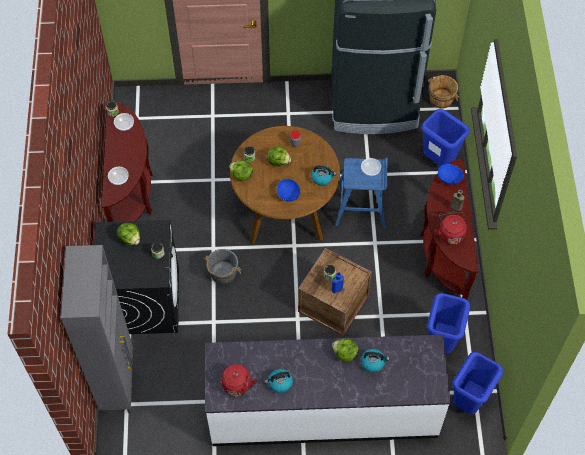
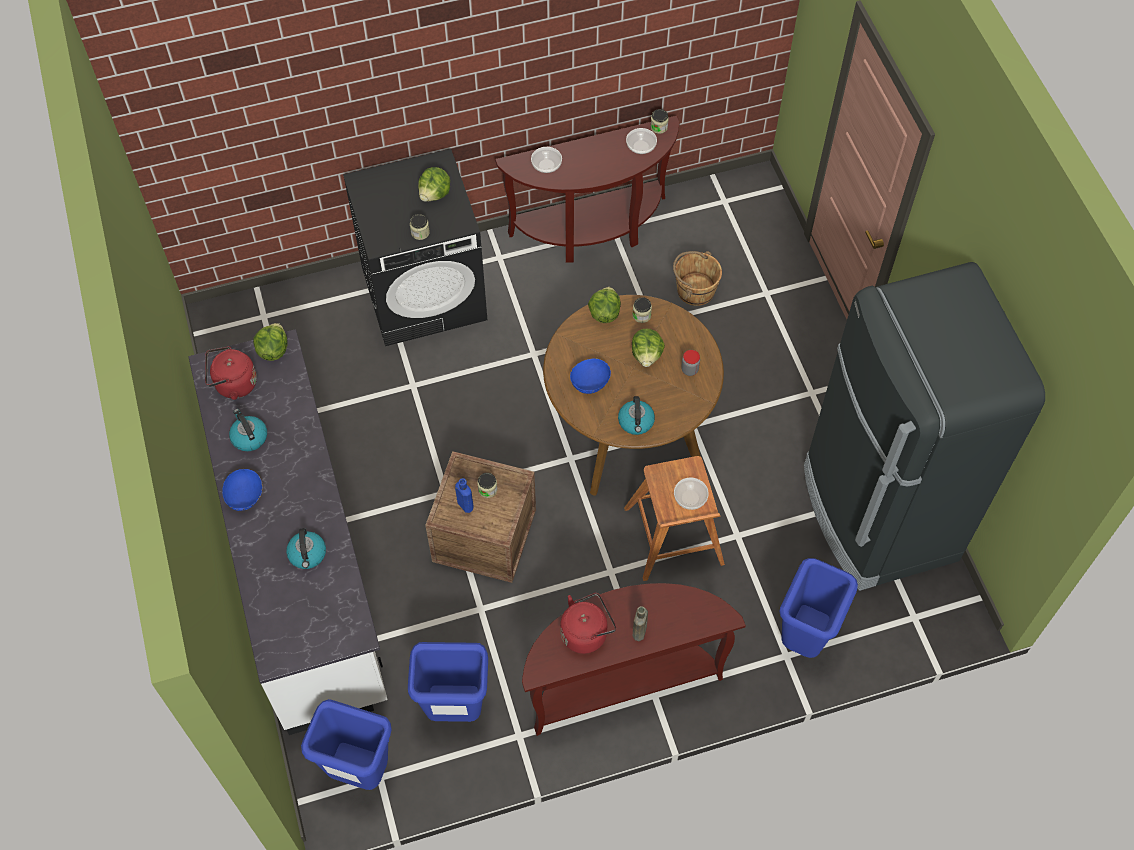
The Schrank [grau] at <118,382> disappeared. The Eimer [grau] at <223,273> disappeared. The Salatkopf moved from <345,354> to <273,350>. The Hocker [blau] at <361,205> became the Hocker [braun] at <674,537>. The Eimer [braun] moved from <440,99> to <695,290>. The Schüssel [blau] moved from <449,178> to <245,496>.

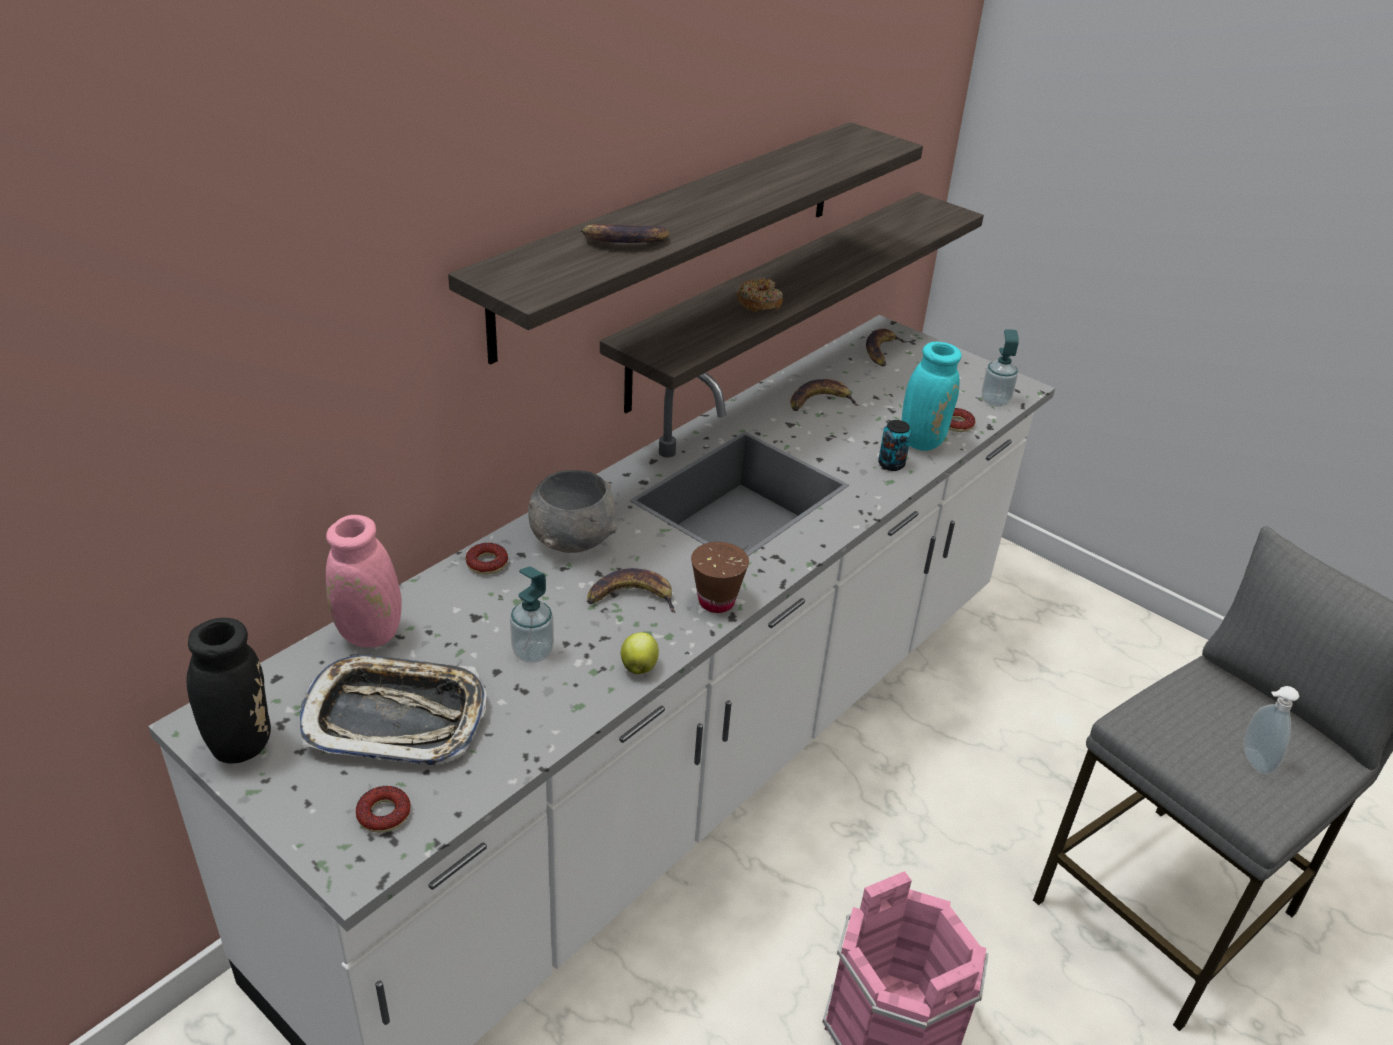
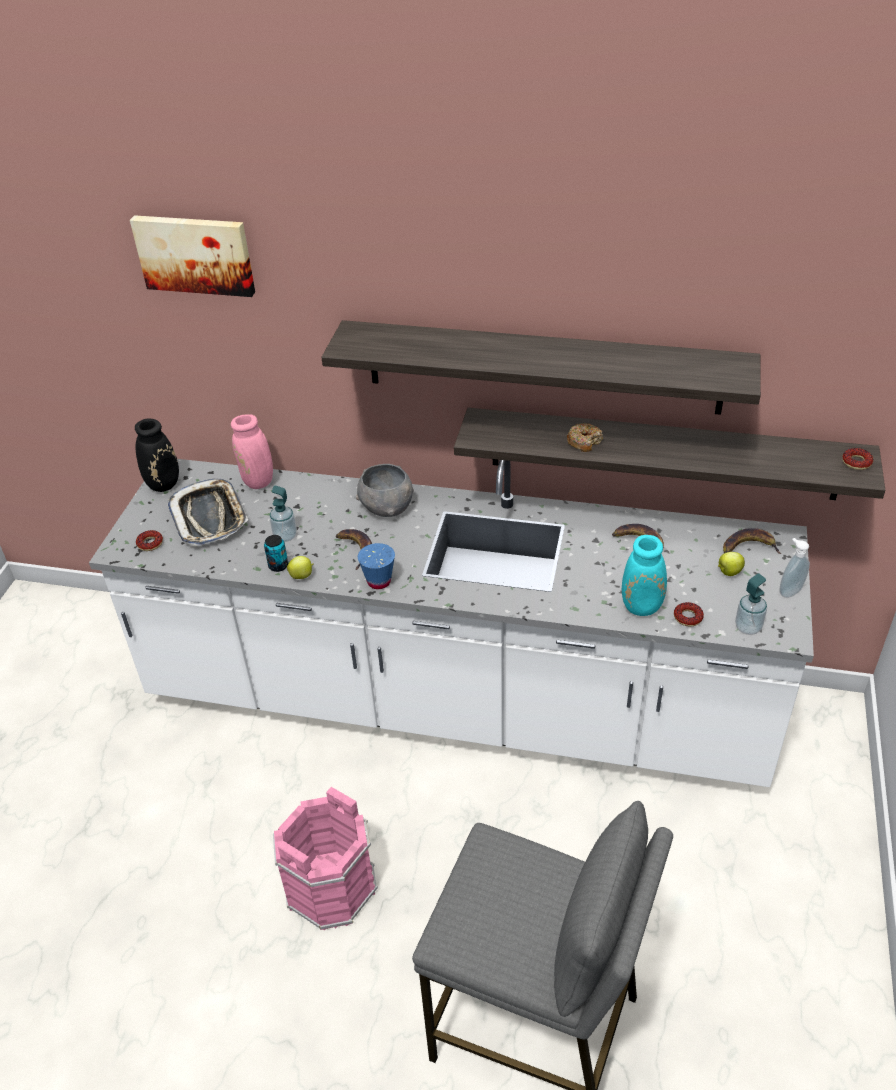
The Donut moved from <487,563> to <856,462>. The Banane at <623,242> disappeared. The Tasse [braun] at <716,601> became the Tasse [blau] at <379,581>. The Dose moved from <891,464> to <278,566>. The Seifenspender moved from <1252,761> to <789,591>. The Bild at <195,254> appeared. The Apfel at <728,572> appeared.

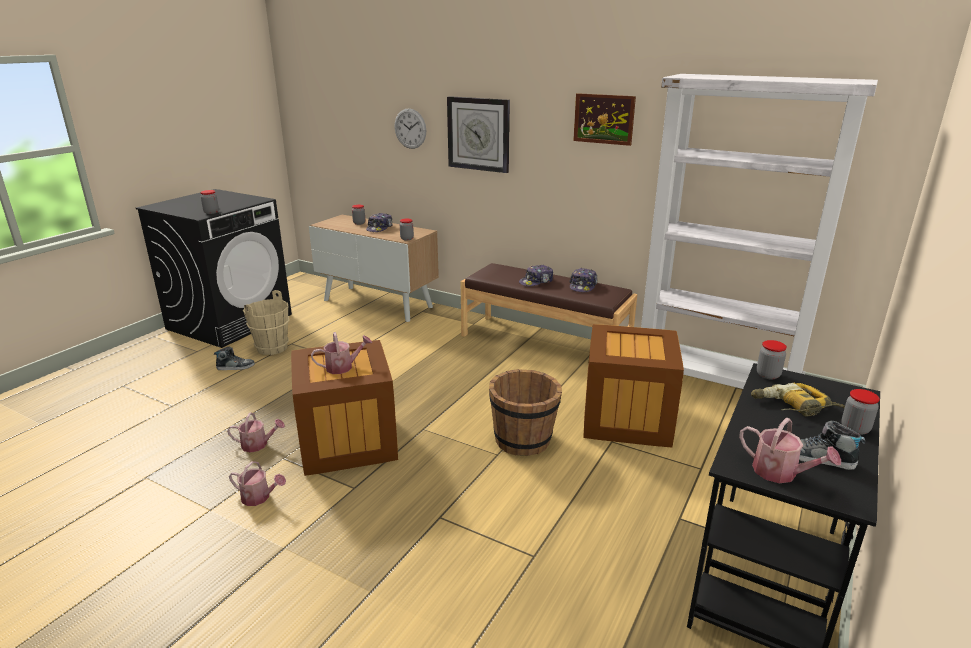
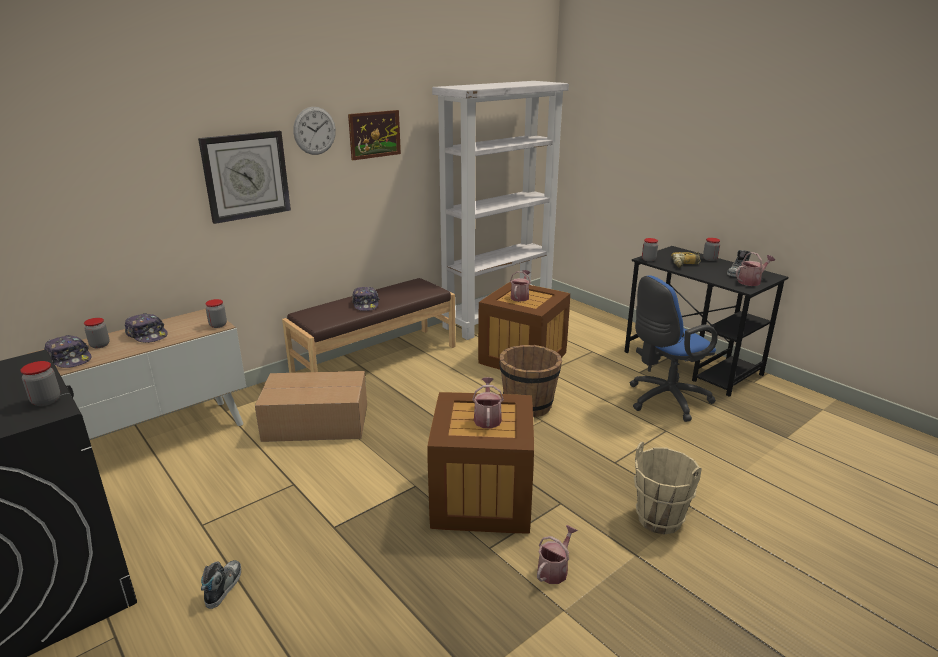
The Gießkanne moved from <258,445> to <520,296>. The Eimer [beige] moved from <272,348> to <659,519>. The Wanduhr moved from <410,128> to <314,131>. The Kappe moved from <583,286> to <70,359>. The Karton at <315,422> appeared. The Bürostuhl [blau] at <664,400> appeared.

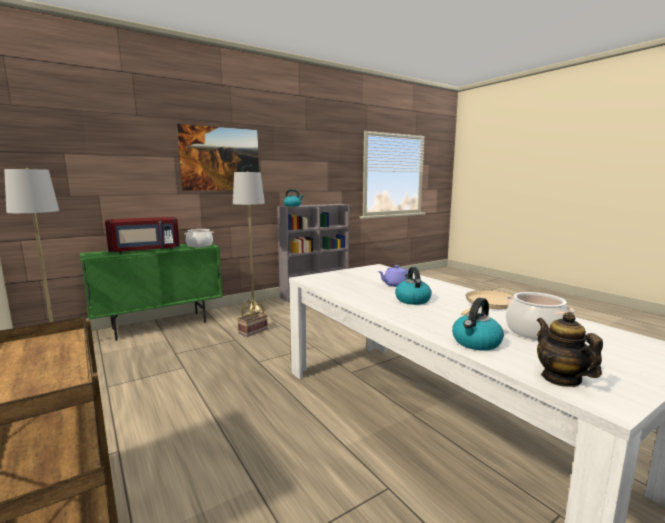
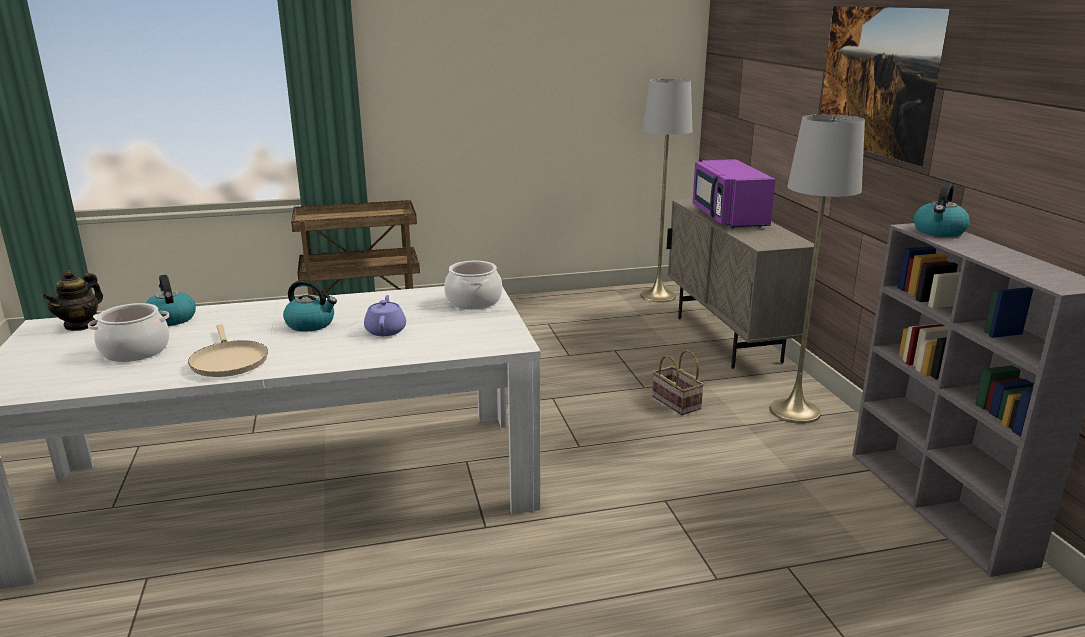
The Schrank [grün] at <160,325> became the Schrank [beige] at <727,339>. The Mikrowelle [rot] at <145,250> became the Mikrowelle [lila] at <728,217>. The Kochtopf moved from <200,245> to <474,301>. The Teekanne at <561,378> turned 105 degrees clockwise.

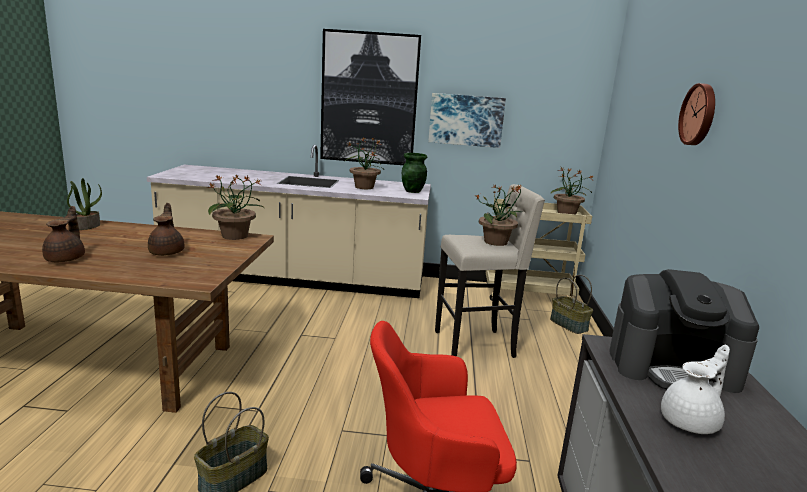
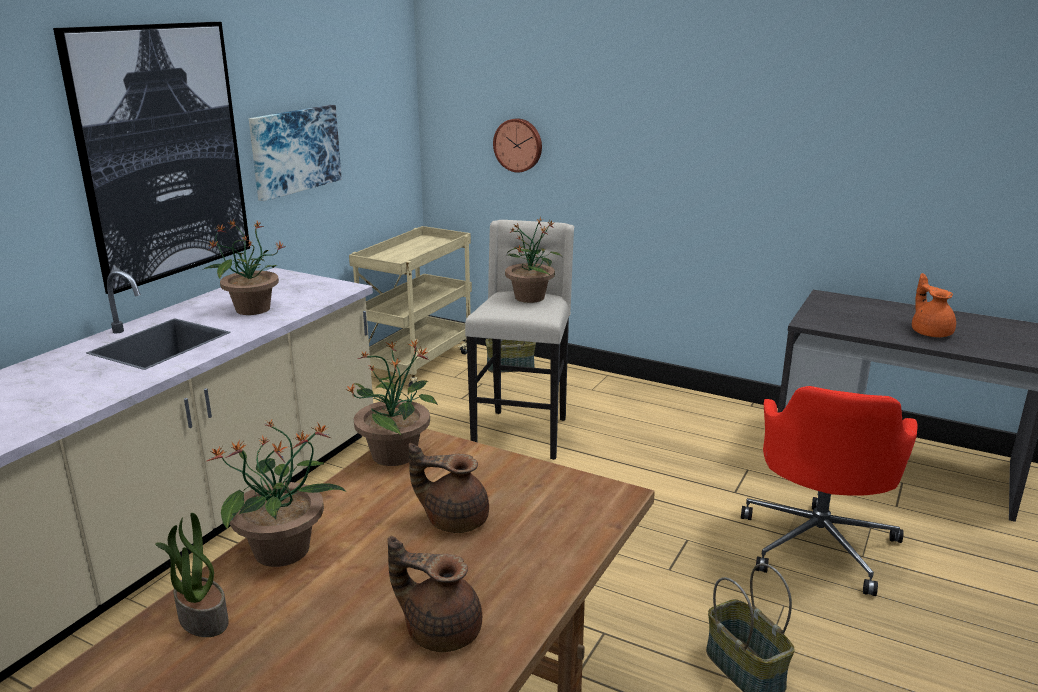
The Vase [grün] at <413,191> disappeared. The Topfpflanze moved from <567,214> to <284,550>. The Kaffeemaschine at <672,367> disappeared. The Teekanne [weiß] at <691,422> became the Teekanne [orange] at <930,332>. The Wanduhr moved from <699,115> to <518,145>.

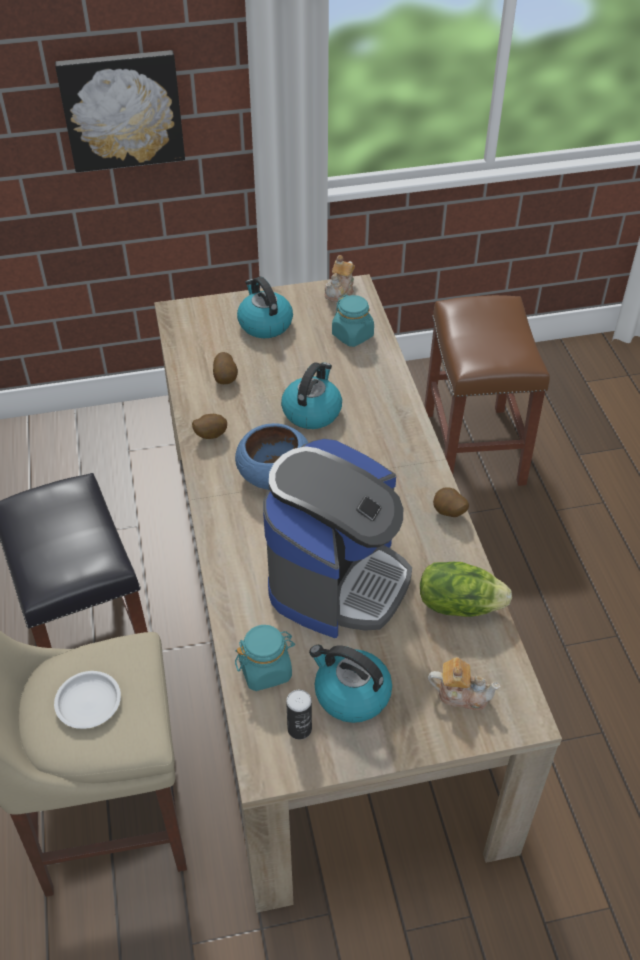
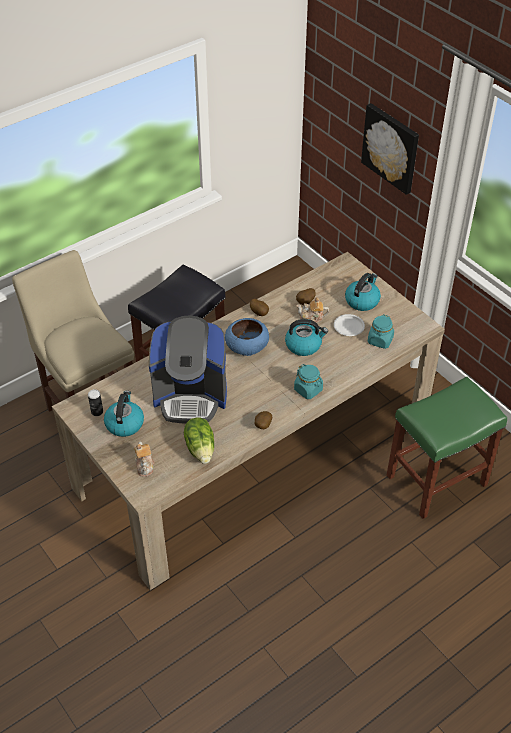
The Teller [weiß] moved from <88,702> to <349,327>. The Vorratsglas [türkis] moved from <266,670> to <308,390>. The Teekanne moved from <340,291> to <312,318>. The Hocker [braun] at <474,449> became the Hocker [grün] at <436,481>.

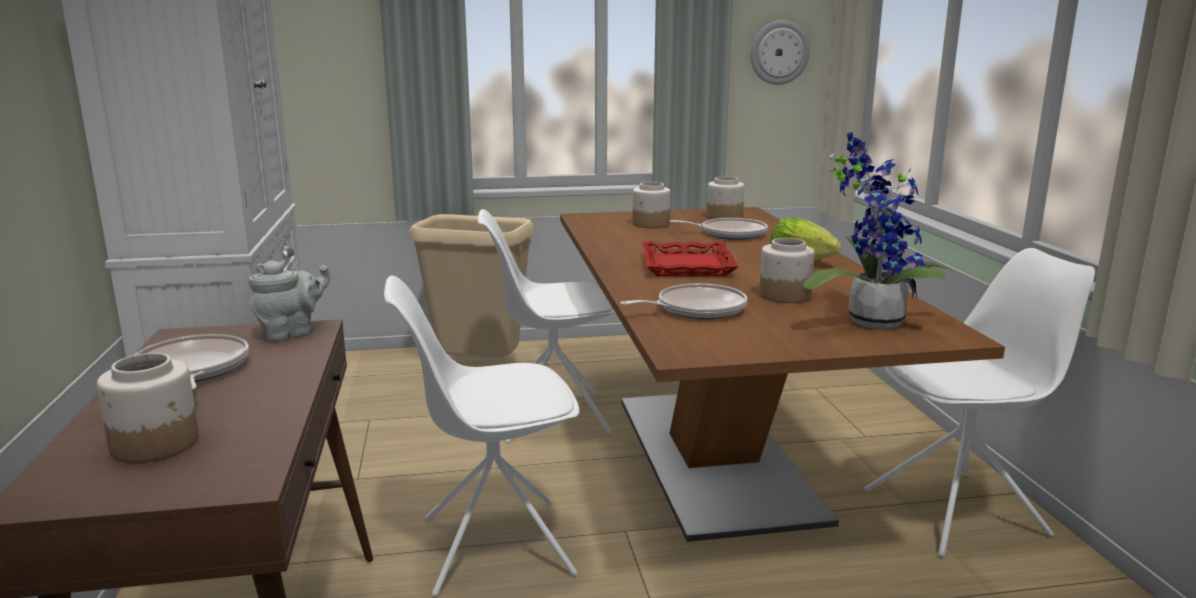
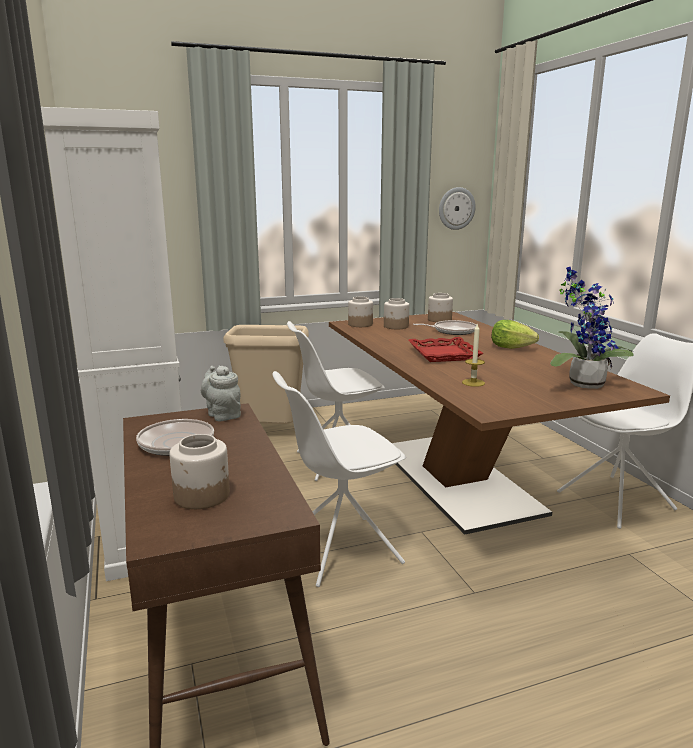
The Teekanne [grau] at <292,332> turned 75 degrees counterclockwise. The Pfanne at <696,309> was replaced by the Kerze at <473,382>. The Vorratsglas moved from <784,296> to <360,324>.

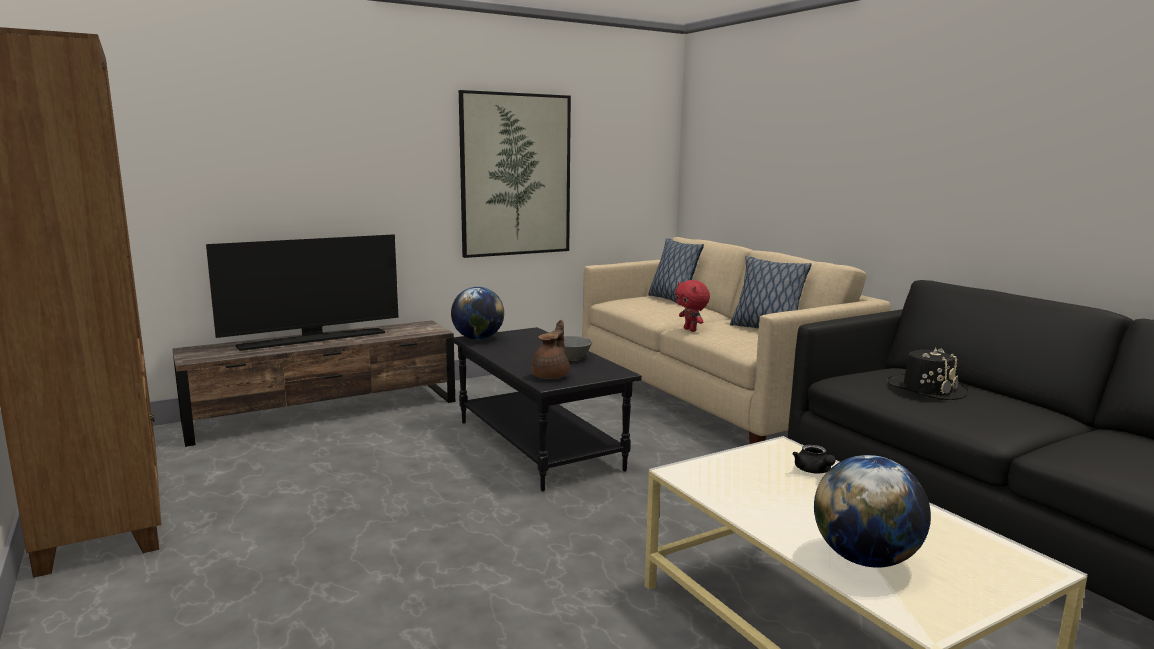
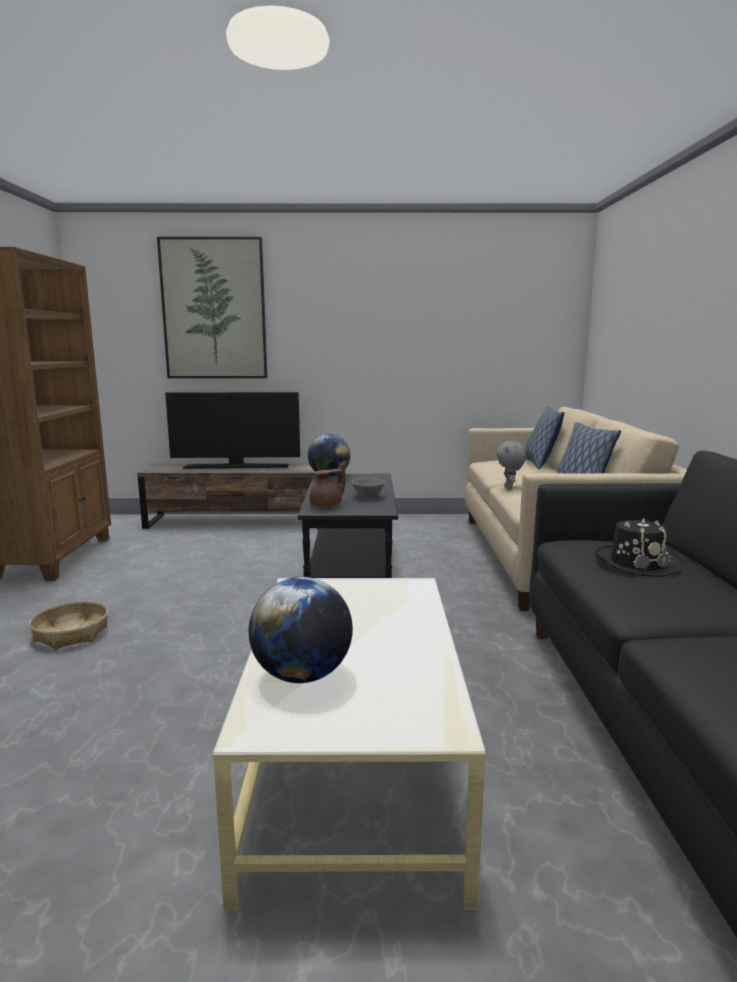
The Bild moved from <516,175> to <214,309>. The Plüschtier [rot] at <690,330> became the Plüschtier [grau] at <509,488>. The Teekanne [schwarz] at <814,471> disappeared. The Korb at <71,634> appeared.

